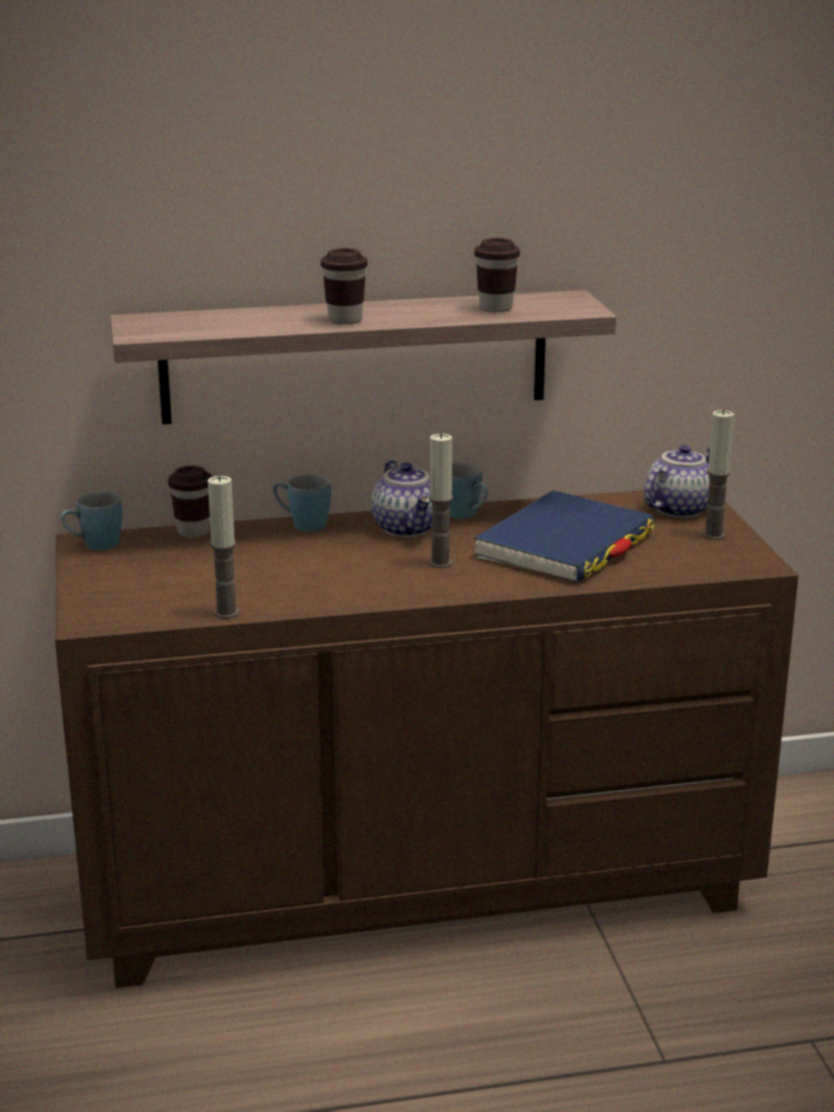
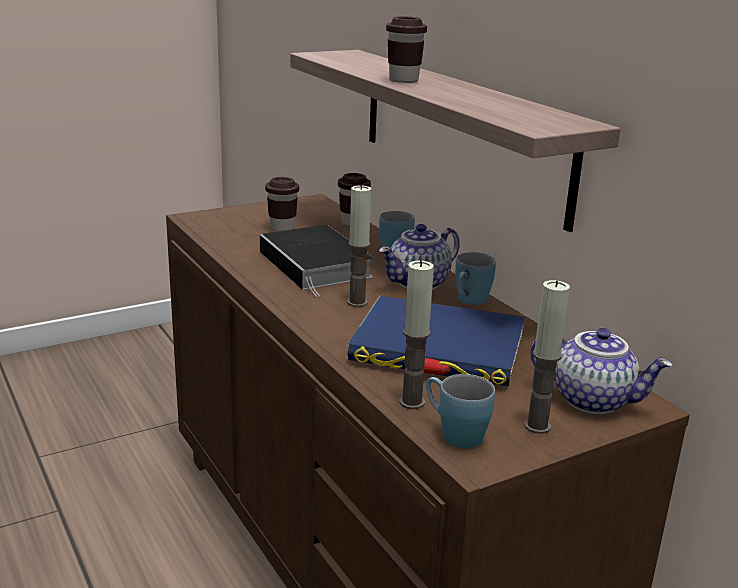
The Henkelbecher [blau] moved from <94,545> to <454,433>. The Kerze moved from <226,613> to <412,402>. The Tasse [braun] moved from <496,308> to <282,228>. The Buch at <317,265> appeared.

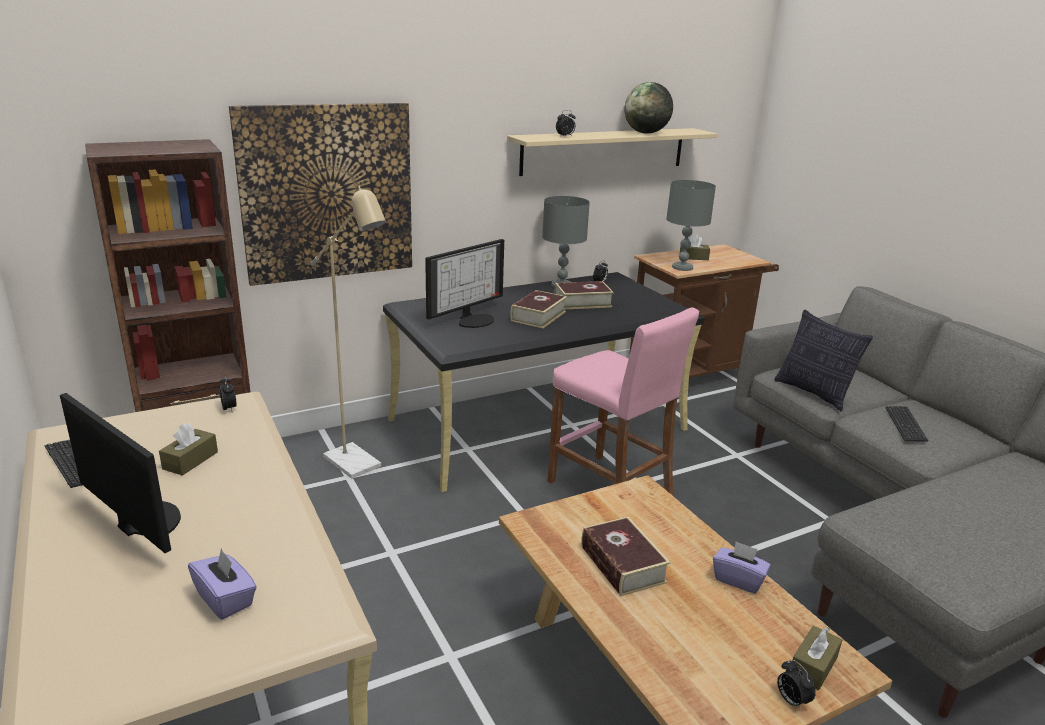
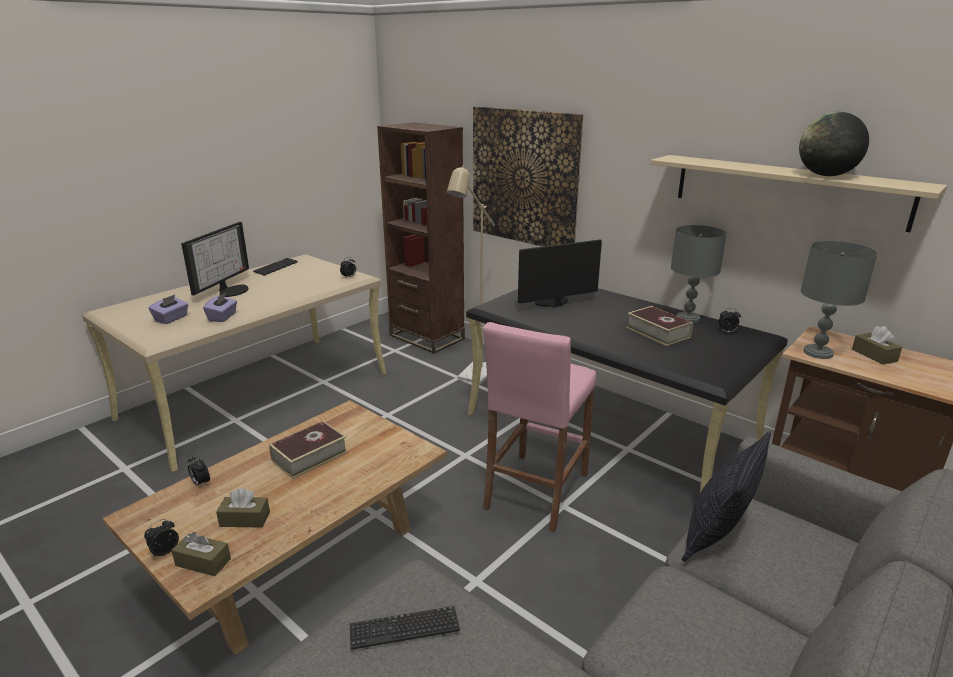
The Taschentuchbox [braun] moved from <190,460> to <245,519>. The Monitor at <473,320> turned 135 degrees clockwise. The Buch at <538,316> disappeared. The Wecker moved from <565,136> to <200,483>. The Taschentuchbox [lila] moved from <738,580> to <223,317>. The Tastatur moved from <905,425> to <404,629>.

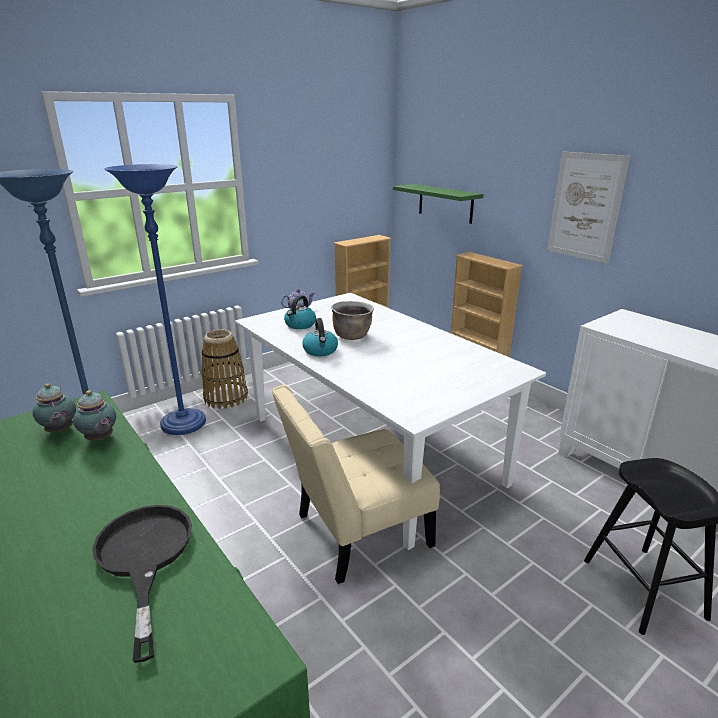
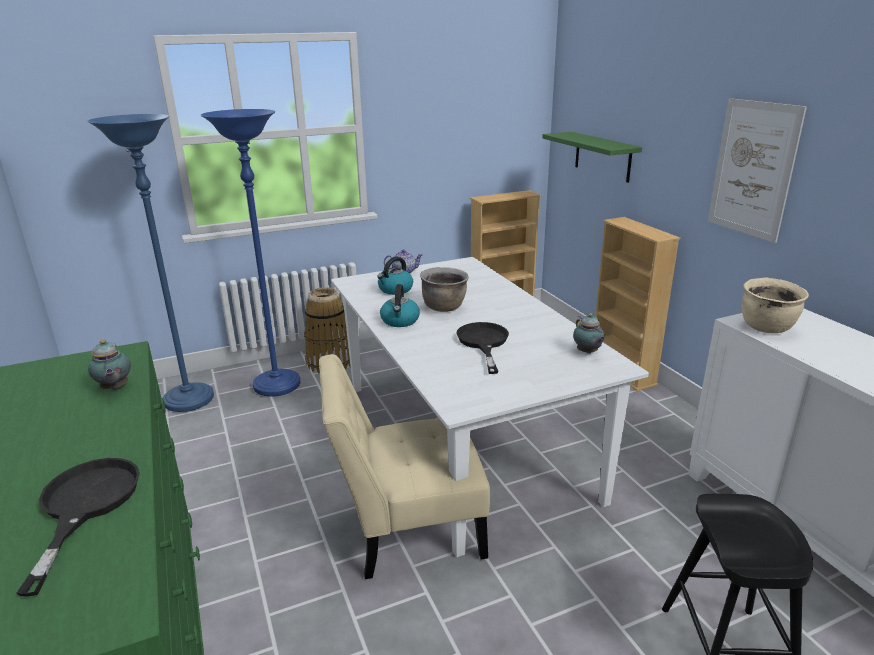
The Teekanne moved from <60,431> to <587,352>. The Pfanne [schwarz] at <483,343> appeared. The Kochtopf [beige] at <767,328> appeared.

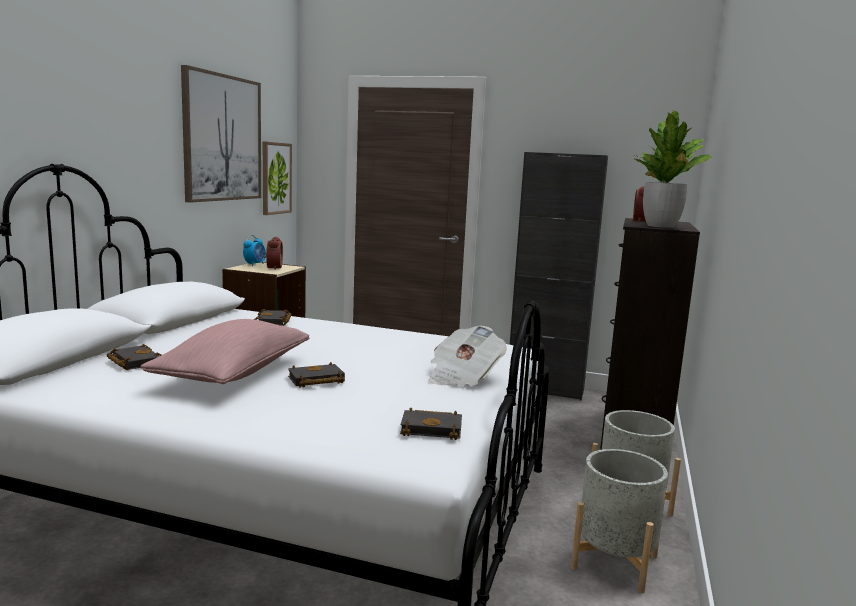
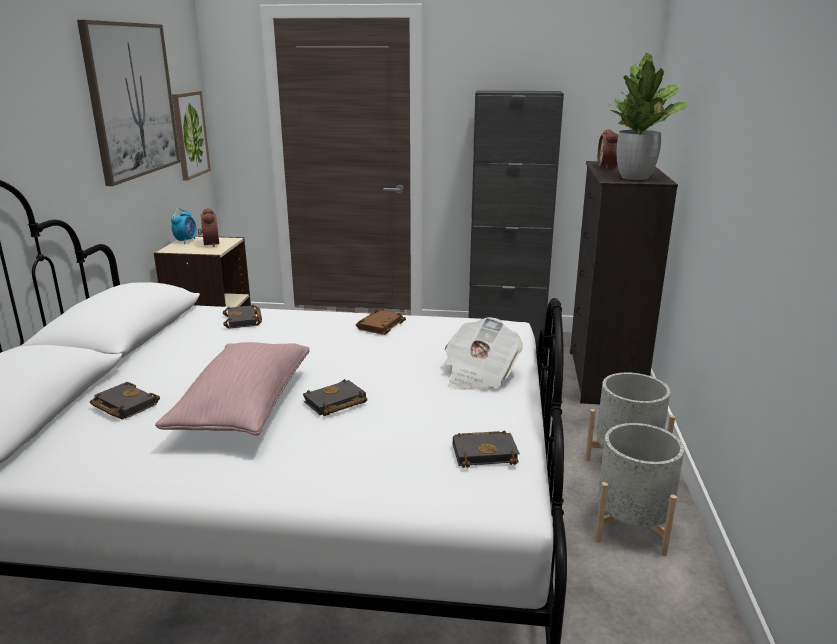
The Buch [braun] at <380,325> appeared.

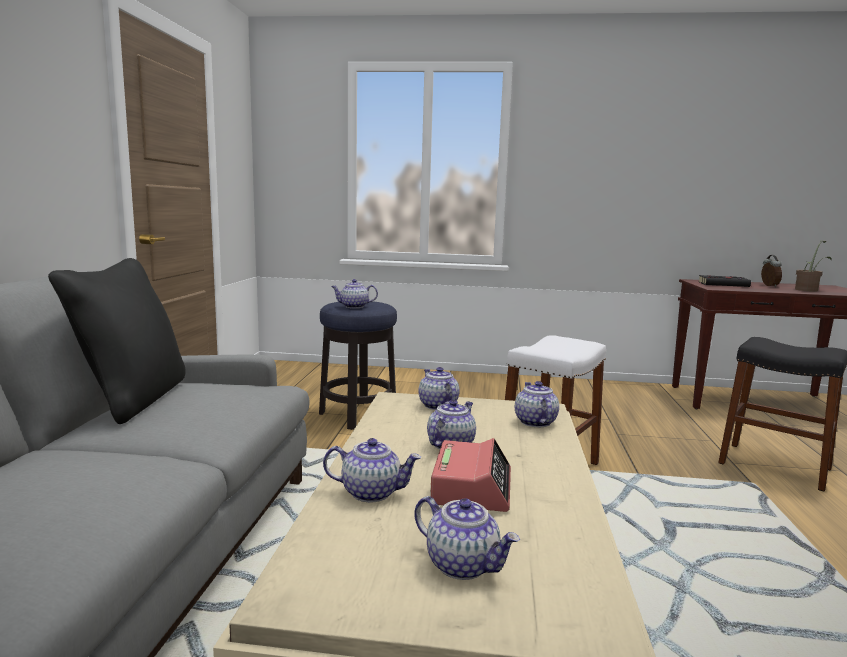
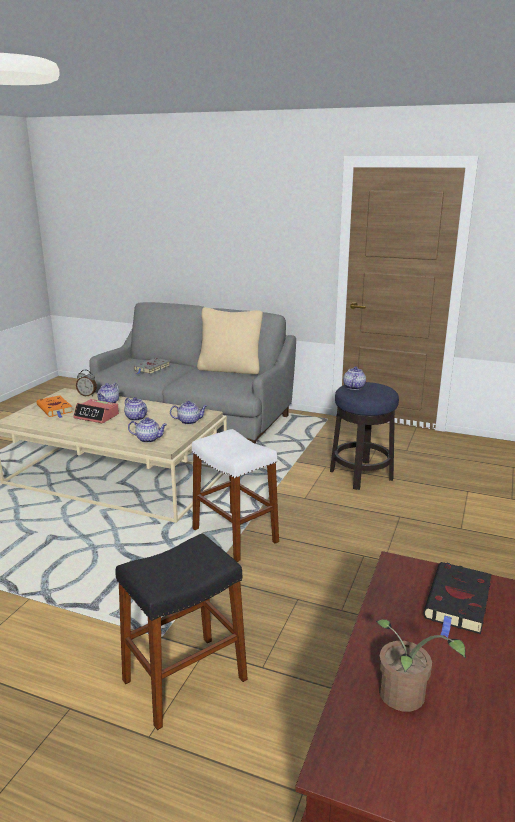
The Kissen [schwarz] at <133,399> became the Kissen [beige] at <230,369>. The Teekanne at <463,565> was replaced by the Buch [orange] at <55,409>. The Wecker moved from <768,286> to <87,395>. The Buch [grau] at <151,368> appeared.

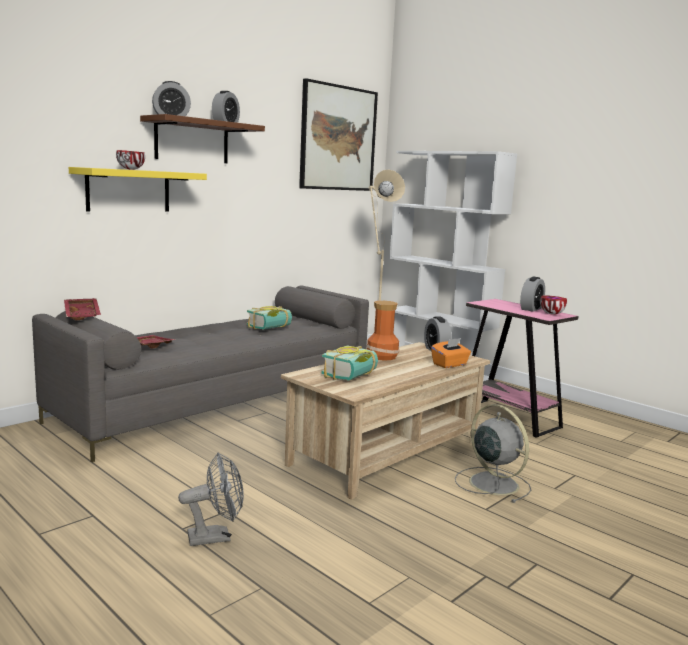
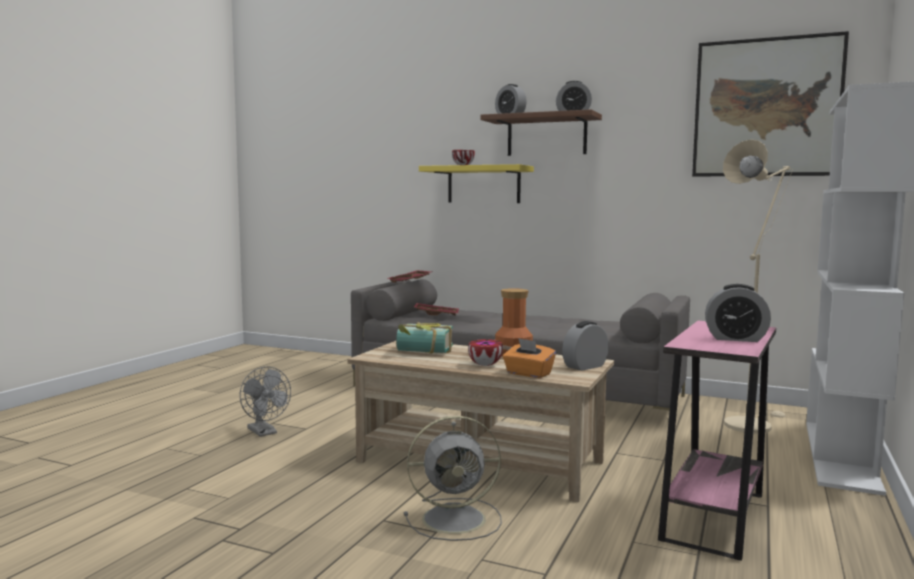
The Buch at <272,328> disappeared. The Ventilator [grau] at <492,483> turned 45 degrees clockwise. The Schüssel moved from <552,314> to <484,365>.

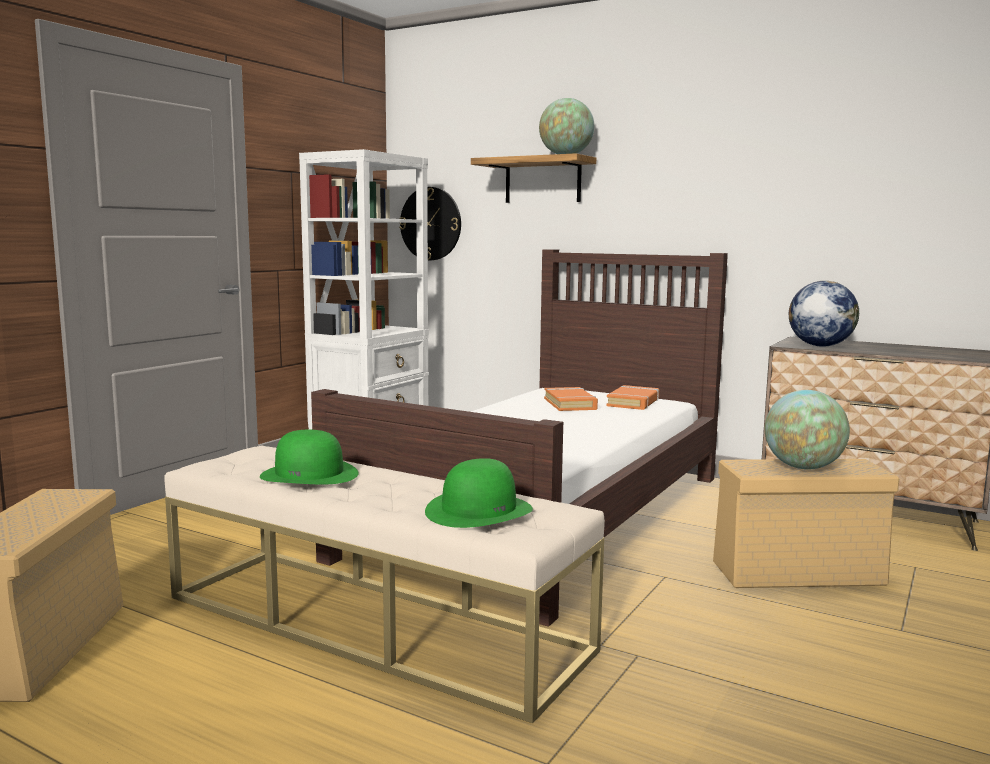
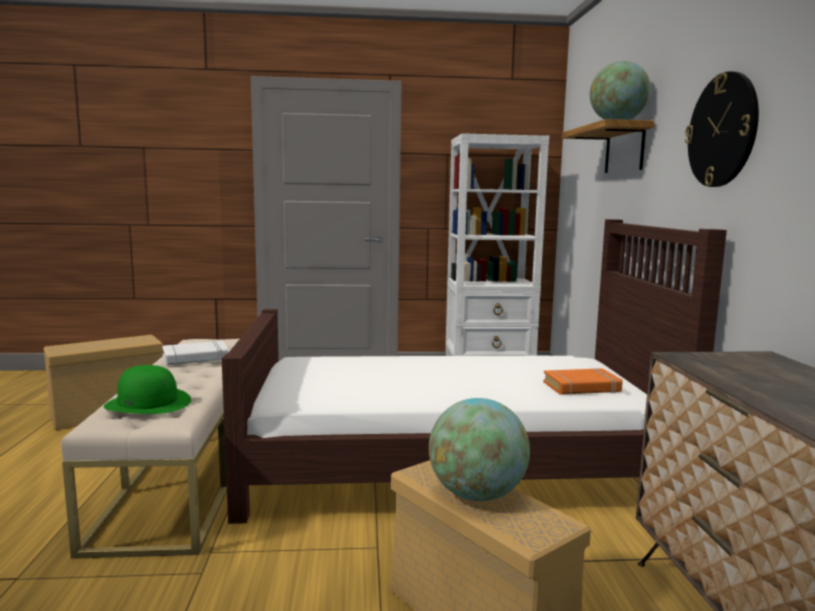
The Hut [grün] at <310,474> was replaced by the Buch [weiß] at <195,358>. The Wanduhr moved from <431,223> to <722,130>. The Buch [orange] at <570,404> disappeared. The Globus at <820,346> disappeared.

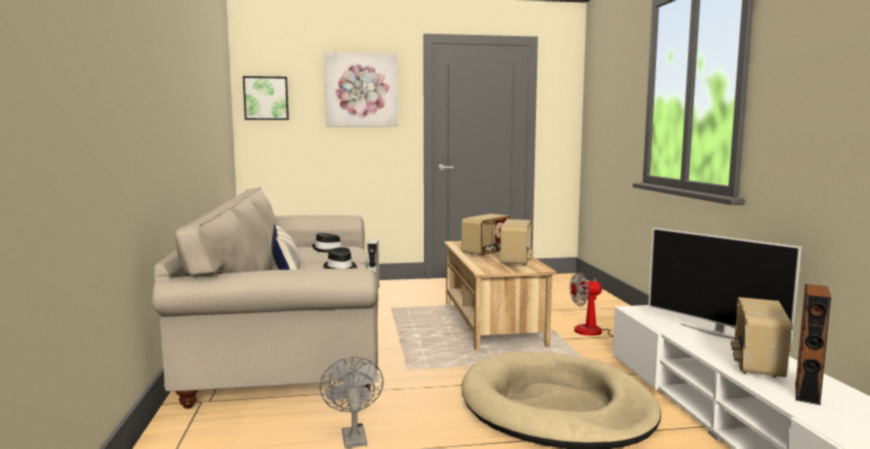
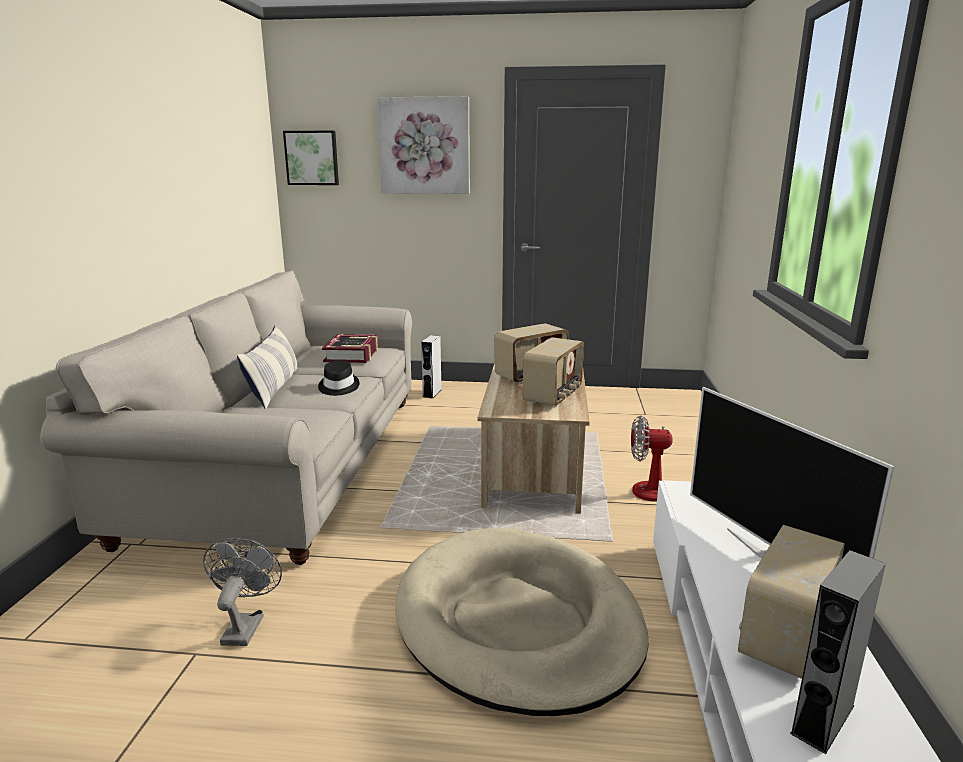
The Hut [schwarz] at <328,250> was replaced by the Buch at <352,355>. The Lautsprecher [braun] at <807,393> became the Lautsprecher [grau] at <822,719>.

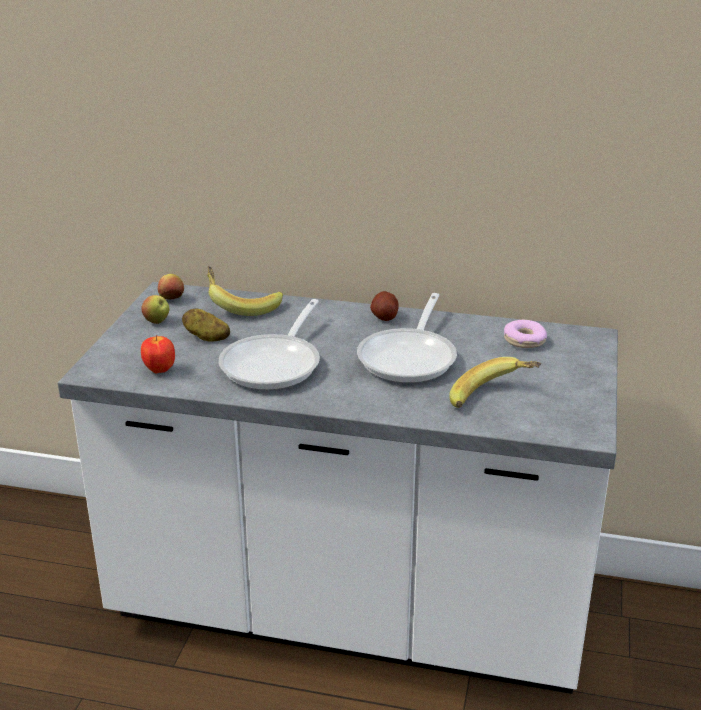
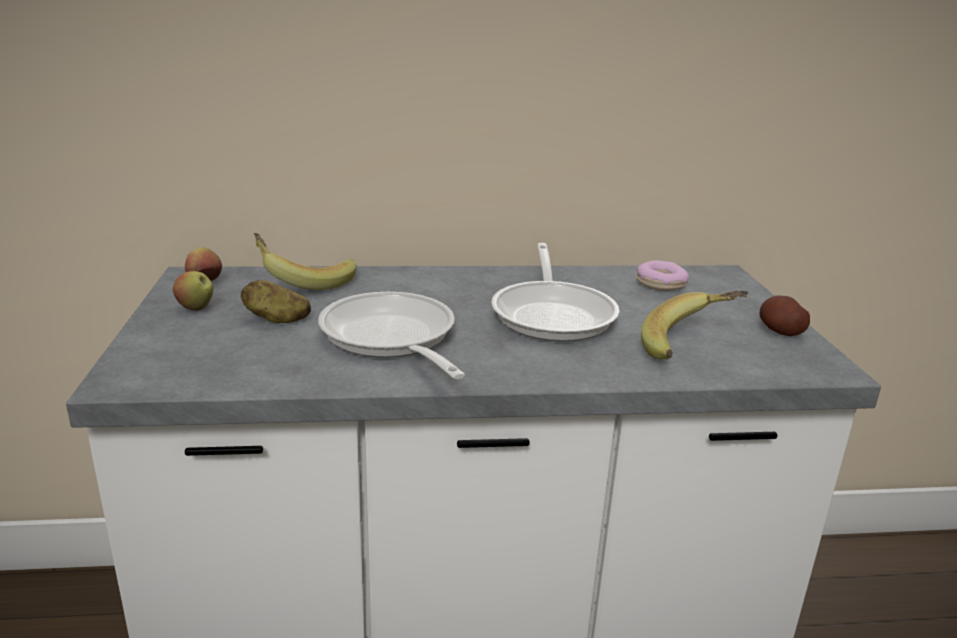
The Apfel at <159,370> disappeared. The Pfanne at <275,364> turned 150 degrees clockwise. The Kartoffel moved from <384,317> to <780,331>.

